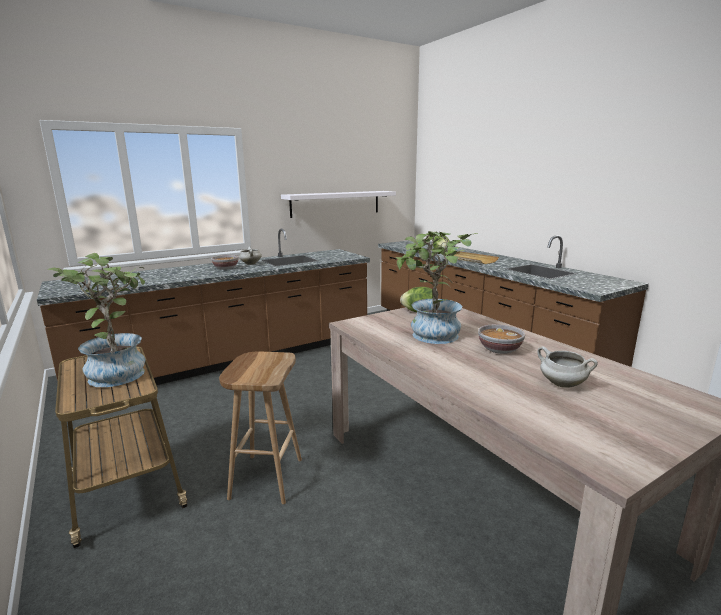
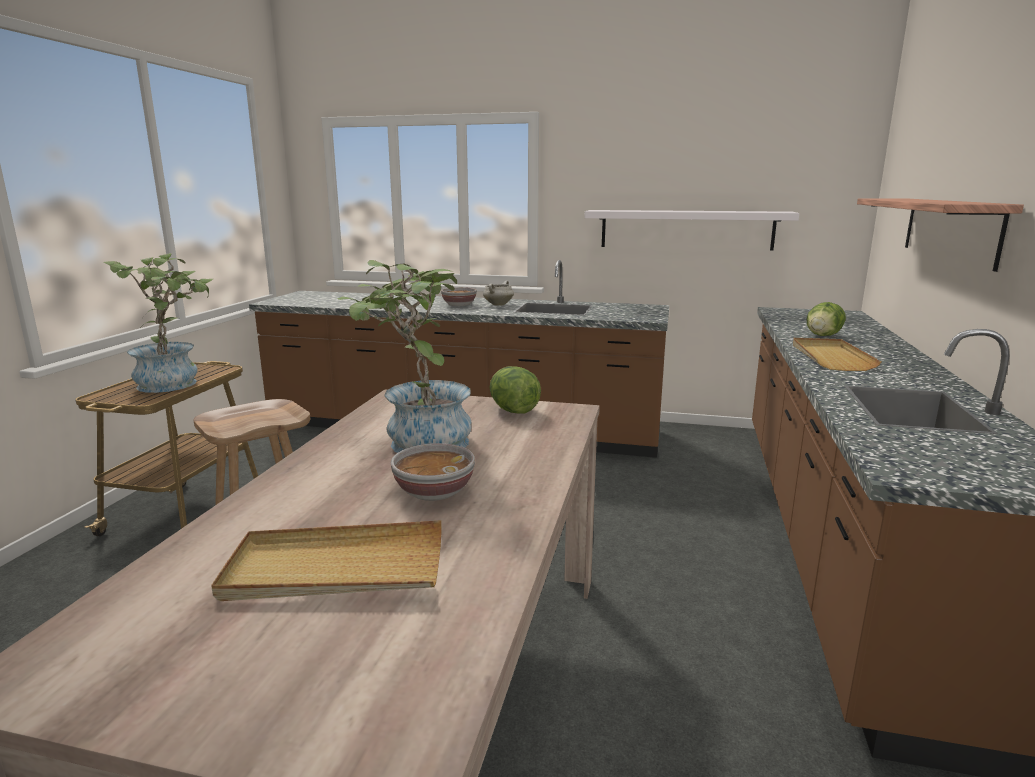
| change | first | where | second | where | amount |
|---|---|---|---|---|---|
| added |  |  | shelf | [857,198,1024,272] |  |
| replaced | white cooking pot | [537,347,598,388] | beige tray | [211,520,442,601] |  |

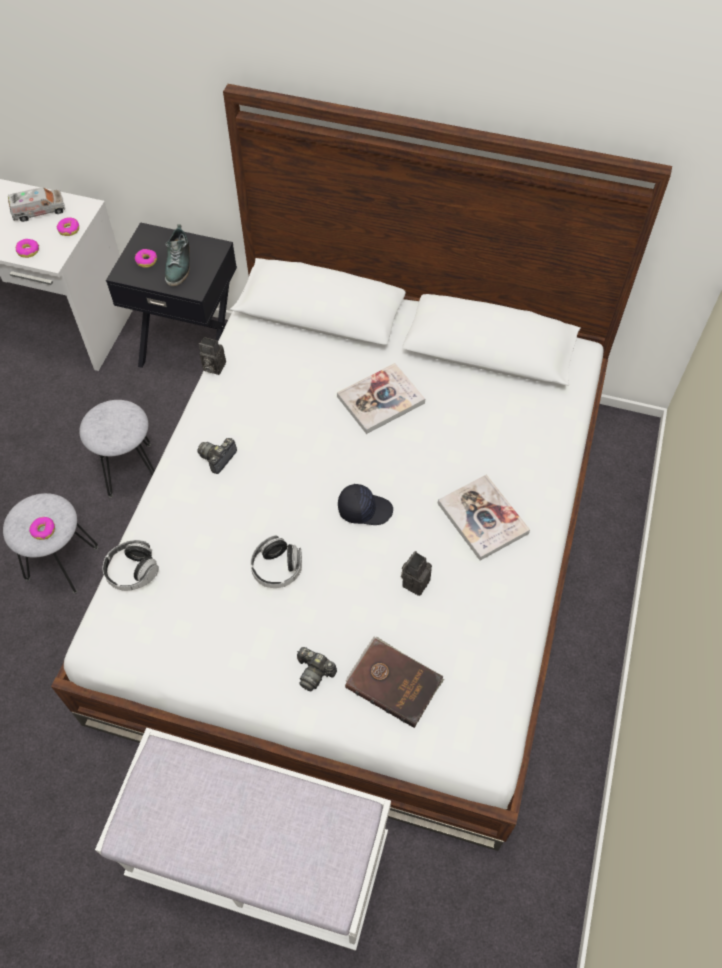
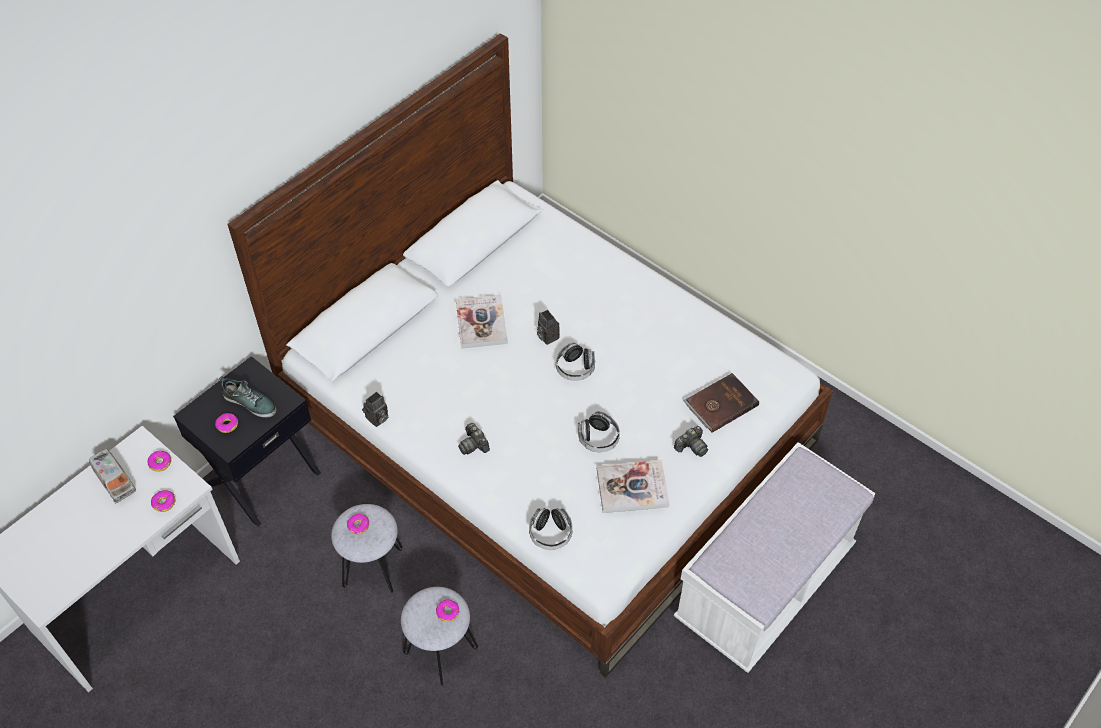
| change | first | where | second | where | amount |
|---|---|---|---|---|---|
| added |  |  | donut | [347,514,369,534] |  |
| moved | photo camera | [401,551,432,596] |  | [537,310,560,345] |  |
| moved | book | [438,475,530,560] |  | [597,460,669,513] |  |
| replaced | black cap | [338,484,393,525] | headphones | [556,343,595,381] |  |
| turned | toy truck | [8,187,65,222] |  | [89,449,136,503] | 135 degrees clockwise |

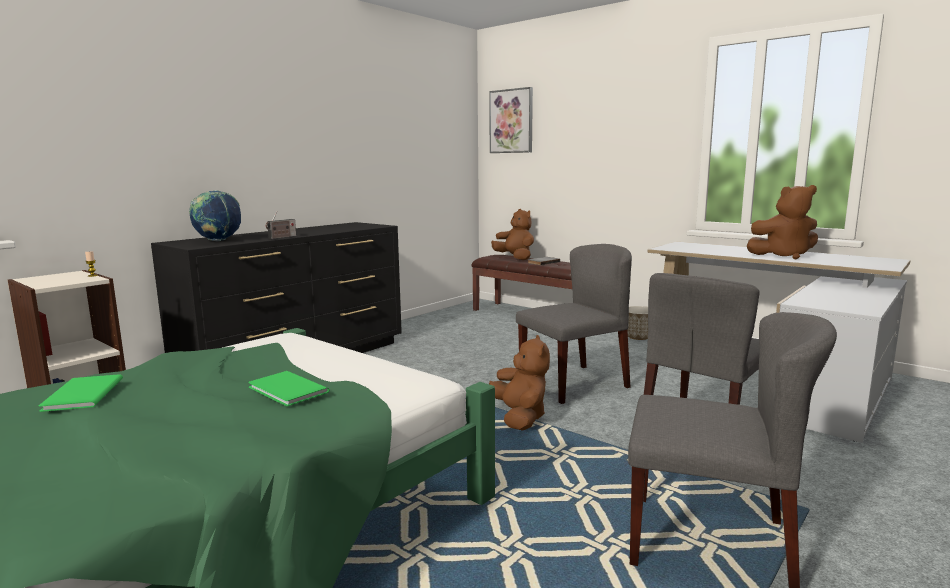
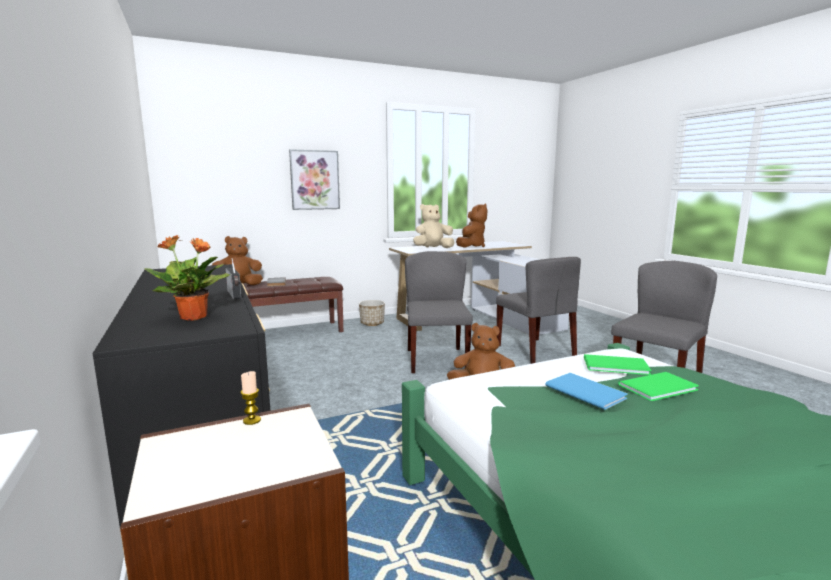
| change | first | where | second | where | amount |
|---|---|---|---|---|---|
| added |  |  | beige plush toy | [413,204,454,248] |  |
| added |  |  | blue book | [546,373,628,410] |  |
| moved | green book | [39,374,123,412] |  | [584,354,652,375] |  |
| moved | picture | [489,87,533,153] |  | [289,149,340,210] |  |
| replaced | globe | [189,190,241,241] | potted plant | [145,235,230,321] |  |

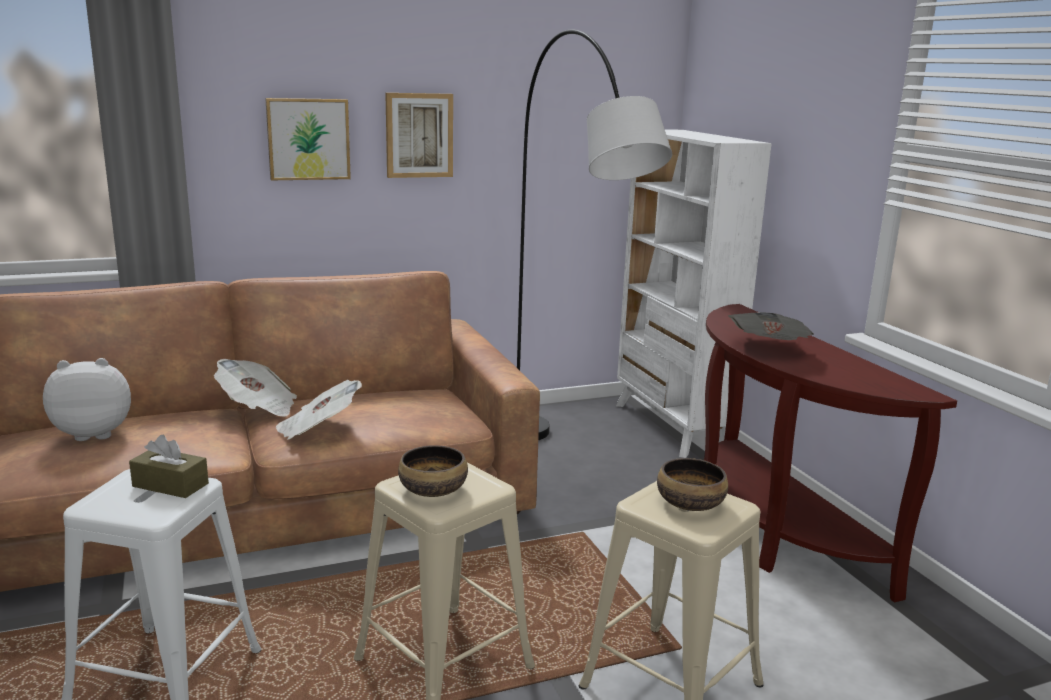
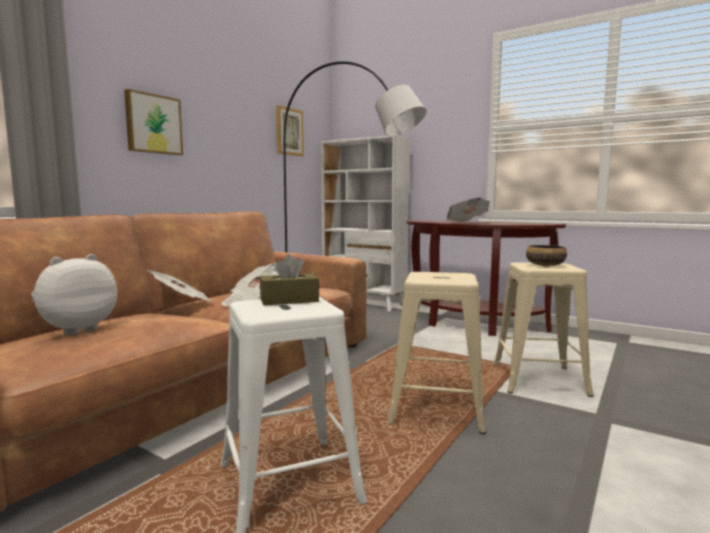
| change | first | where | second | where | amount |
|---|---|---|---|---|---|
| removed | bowl | [398,445,468,497] |  |  |  |
| moved | picture | [385,93,453,178] |  | [276,105,304,156] |  |

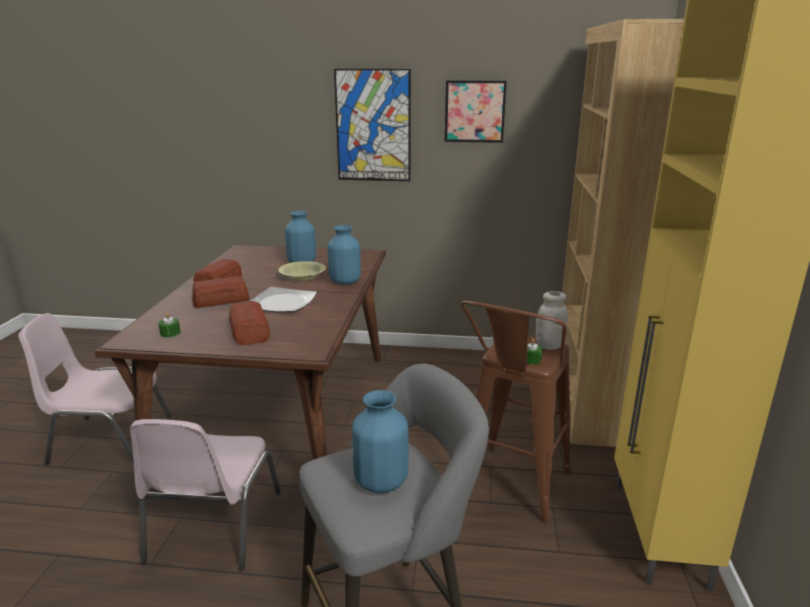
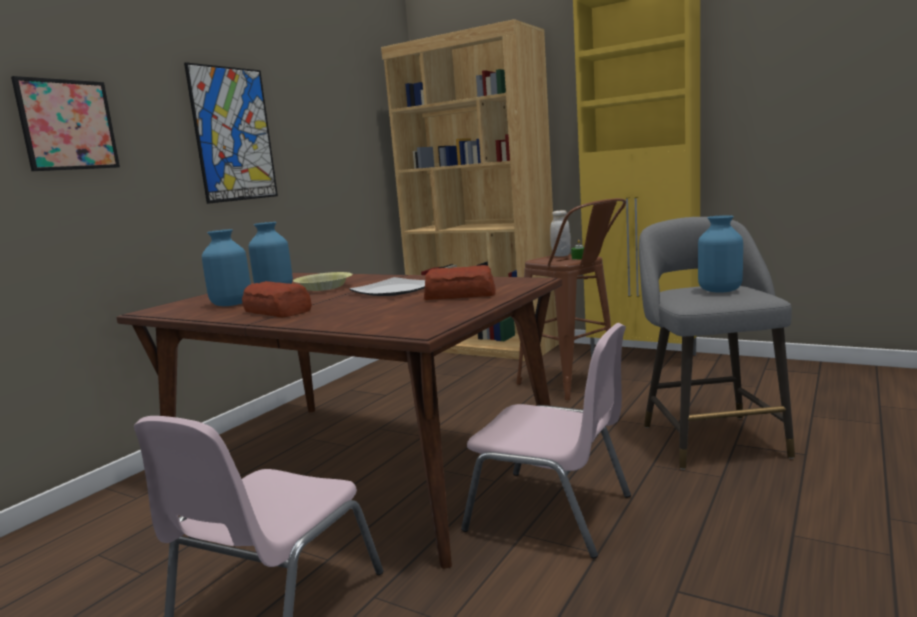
| change | first | where | second | where | amount |
|---|---|---|---|---|---|
| removed | green candle | [158,312,180,337] |  |  |  |
| removed | bread | [192,276,250,308] |  |  |  |
| moved | blue vase | [327,225,361,285] |  | [202,229,251,306] |  |
| moved | picture | [445,80,507,143] |  | [11,76,120,171] |  |

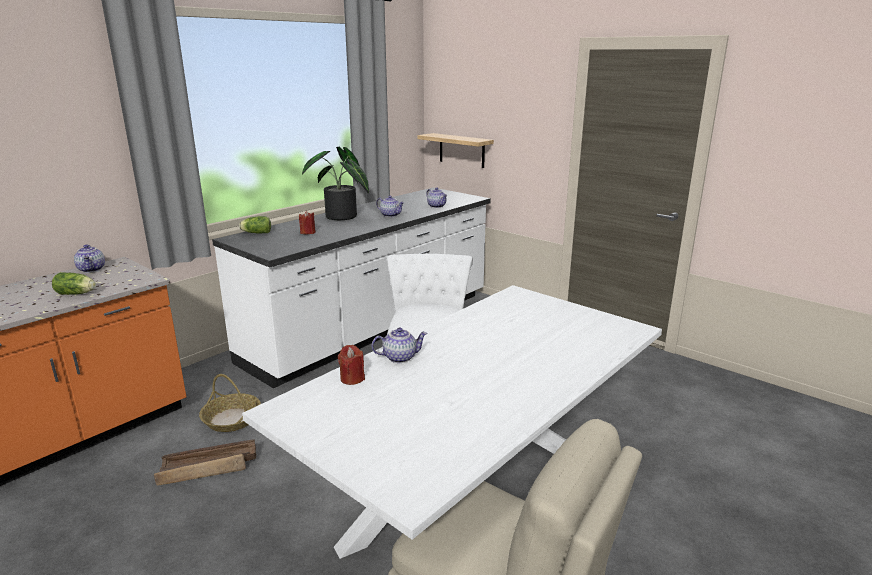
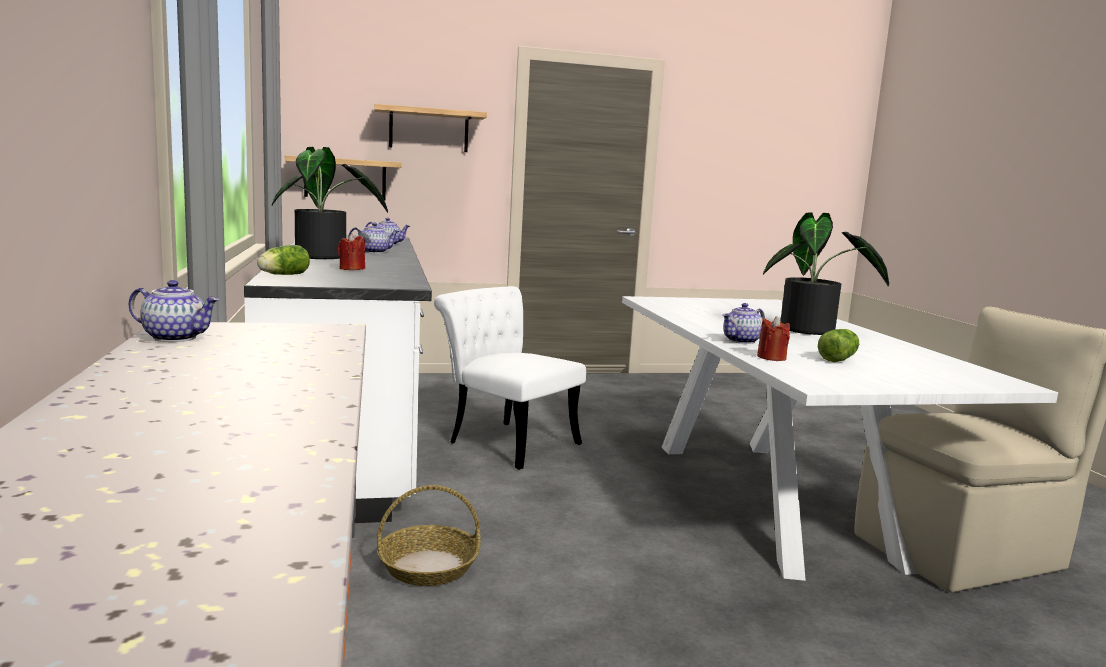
| change | first | where | second | where | amount |
|---|---|---|---|---|---|
| removed | crate | [154,439,256,486] |  |  |  |
| added |  |  | shelf | [374,104,487,152] |  |
| added |  |  | potted plant | [763,212,889,335] |  |
| moved | lettuce | [52,272,96,295] |  | [818,329,859,362] |  |
| turned | teapot | [371,327,428,363] |  | [723,303,765,344] | 150 degrees counterclockwise |

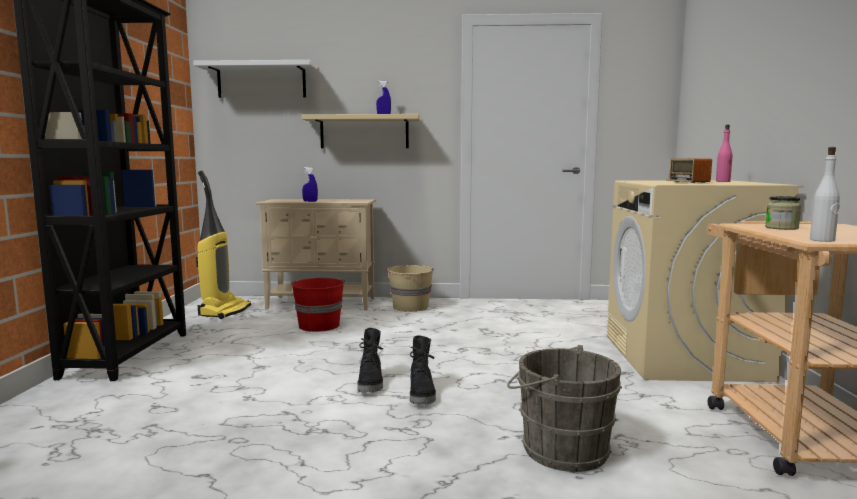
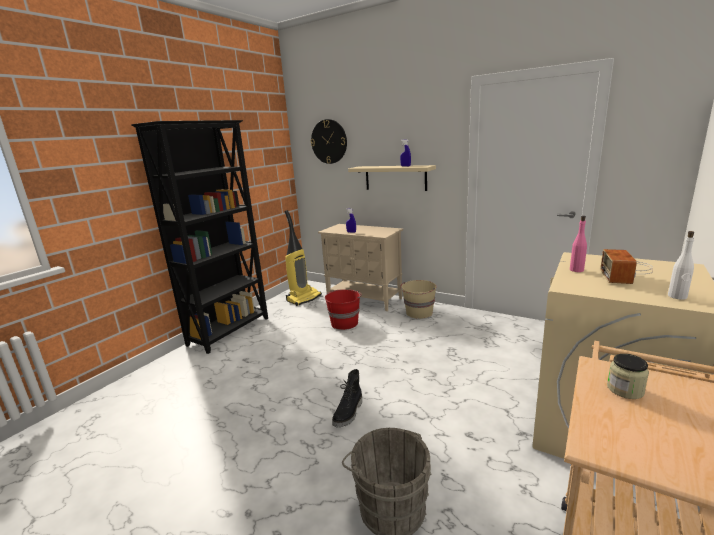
| change | first | where | second | where | amount |
|---|---|---|---|---|---|
| removed | black boot | [357,328,383,393] |  |  |  |
| moved | pink bottle | [716,125,732,182] |  | [570,216,587,272] |  |
| moved | white bottle | [810,147,840,242] |  | [668,231,694,300] |  |
| replaced | white shelf | [193,60,317,98] | wall clock | [311,119,347,164] |  |

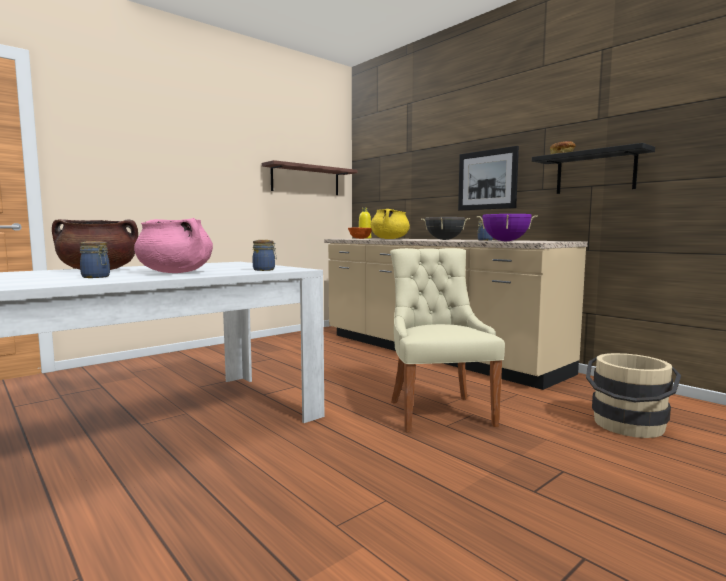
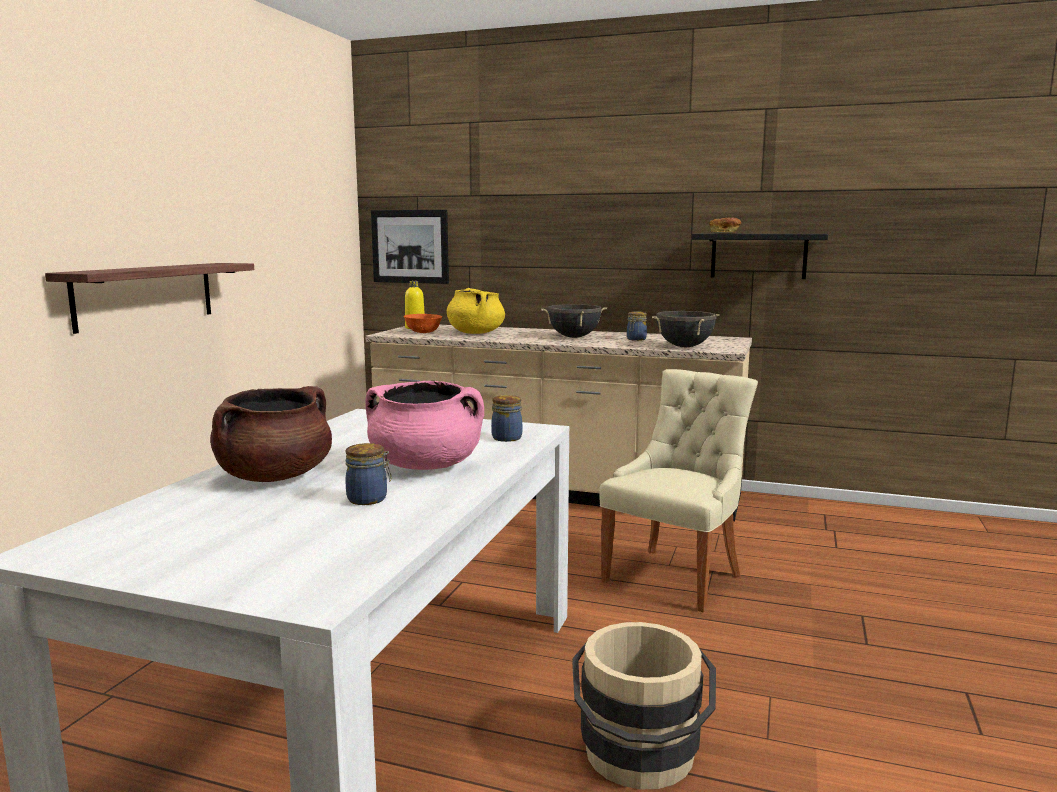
| change | first | where | second | where | amount |
|---|---|---|---|---|---|
| moved | shelf | [262,160,358,195] |  | [45,263,254,334] |  |
| moved | picture | [458,146,519,211] |  | [371,210,449,284] |  |
| moved | beige bucket | [586,353,681,438] |  | [572,622,716,789] |  |
| recoloured | purple cooking pot | [477,214,538,241] | black cooking pot | [652,311,720,347] |  |
| turned | beige chair | [390,248,505,432] |  | [599,369,758,612] | 75 degrees clockwise |

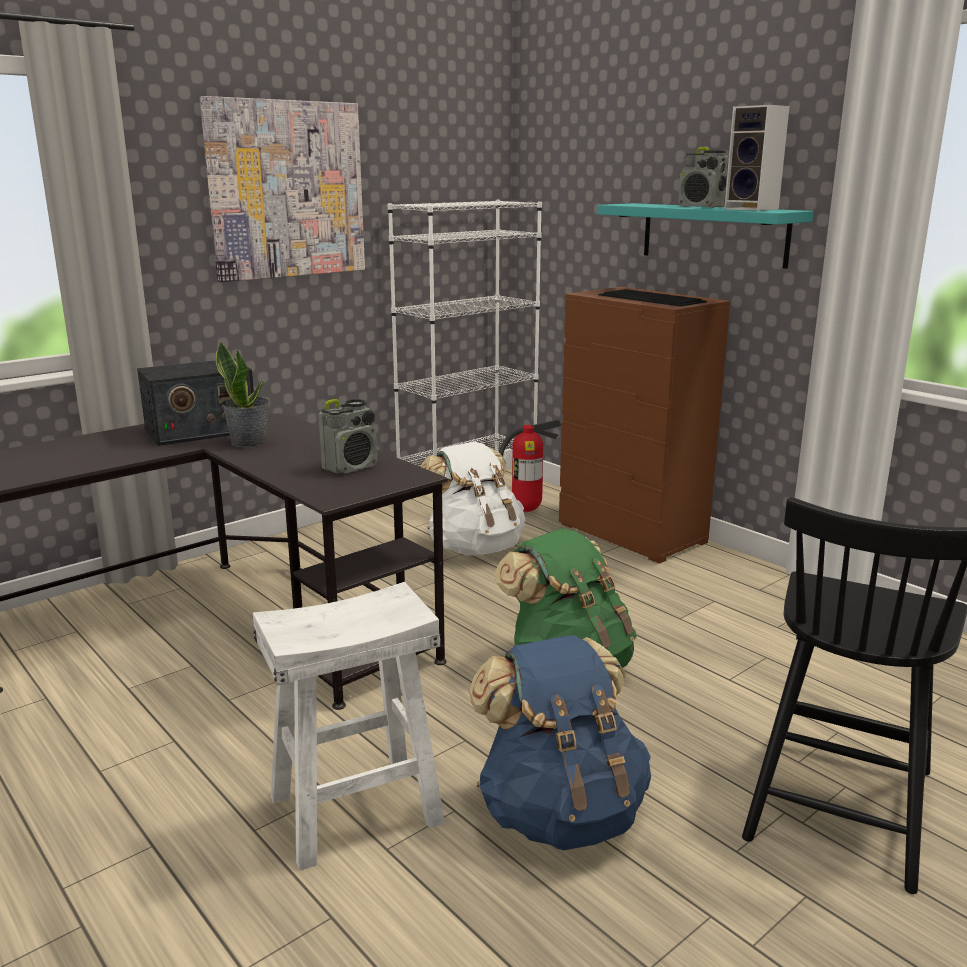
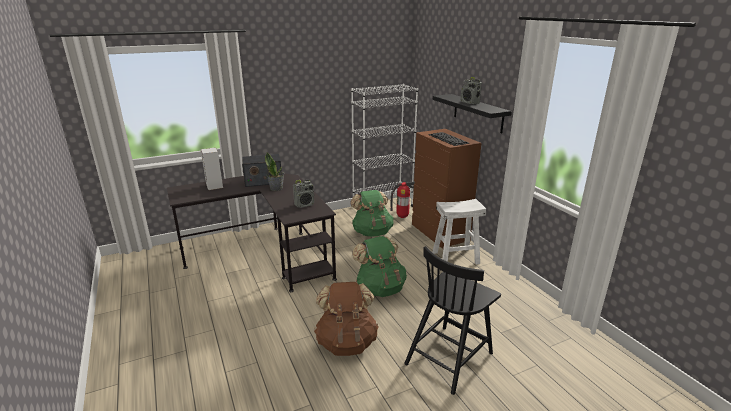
| change | first | where | second | where | amount |
|---|---|---|---|---|---|
| removed | picture | [200,96,365,282] |  |  |  |
| moved | white stool | [253,582,445,871] |  | [432,199,486,265] |  |
| moved | speaker | [724,105,790,211] |  | [201,147,223,190] |  |
| recoloured | white backpack | [420,442,525,556] | green backpack | [350,190,393,237] |  |
| recoloured | blue backpack | [469,635,651,850] | brown backpack | [314,282,379,356] |  |
| recoloured | turquoise shelf | [598,203,813,269] | black shelf | [433,94,512,134] |  |

